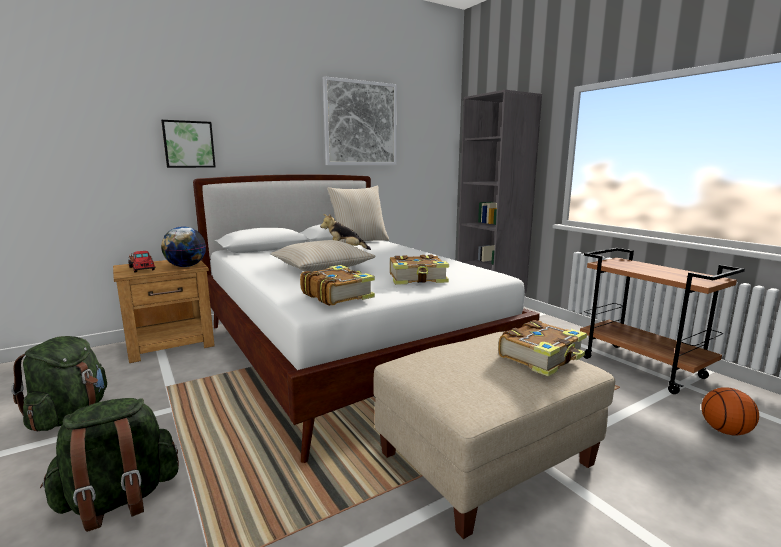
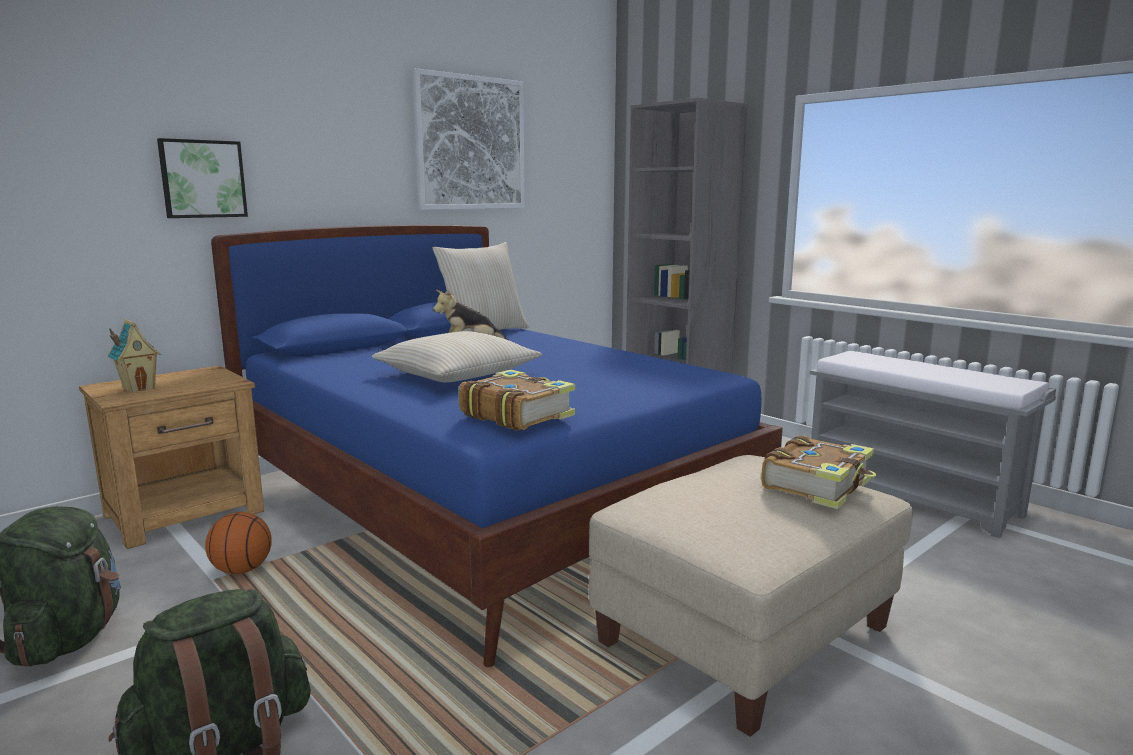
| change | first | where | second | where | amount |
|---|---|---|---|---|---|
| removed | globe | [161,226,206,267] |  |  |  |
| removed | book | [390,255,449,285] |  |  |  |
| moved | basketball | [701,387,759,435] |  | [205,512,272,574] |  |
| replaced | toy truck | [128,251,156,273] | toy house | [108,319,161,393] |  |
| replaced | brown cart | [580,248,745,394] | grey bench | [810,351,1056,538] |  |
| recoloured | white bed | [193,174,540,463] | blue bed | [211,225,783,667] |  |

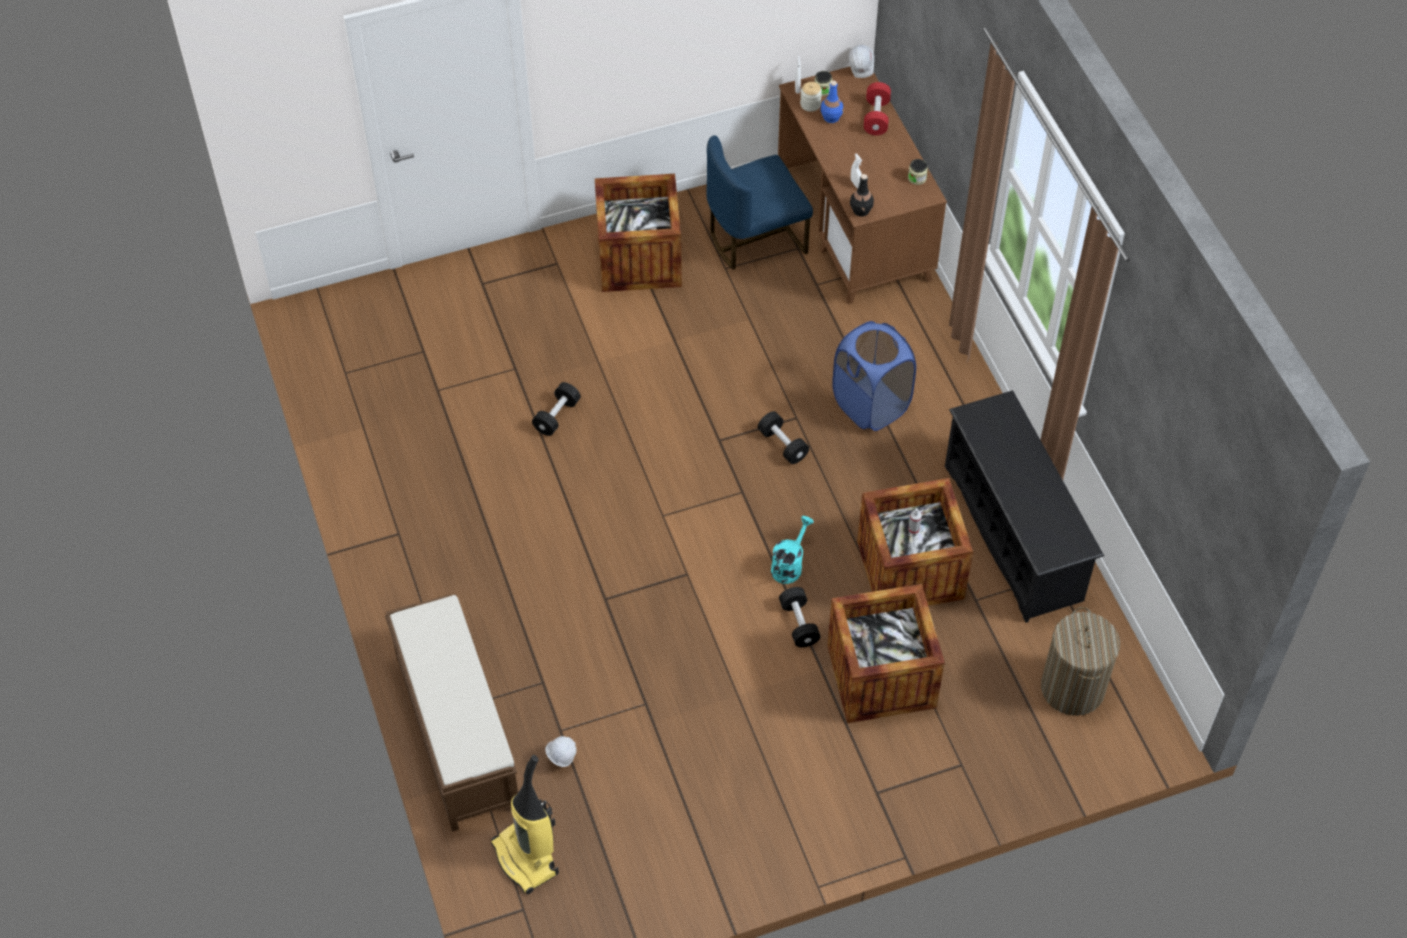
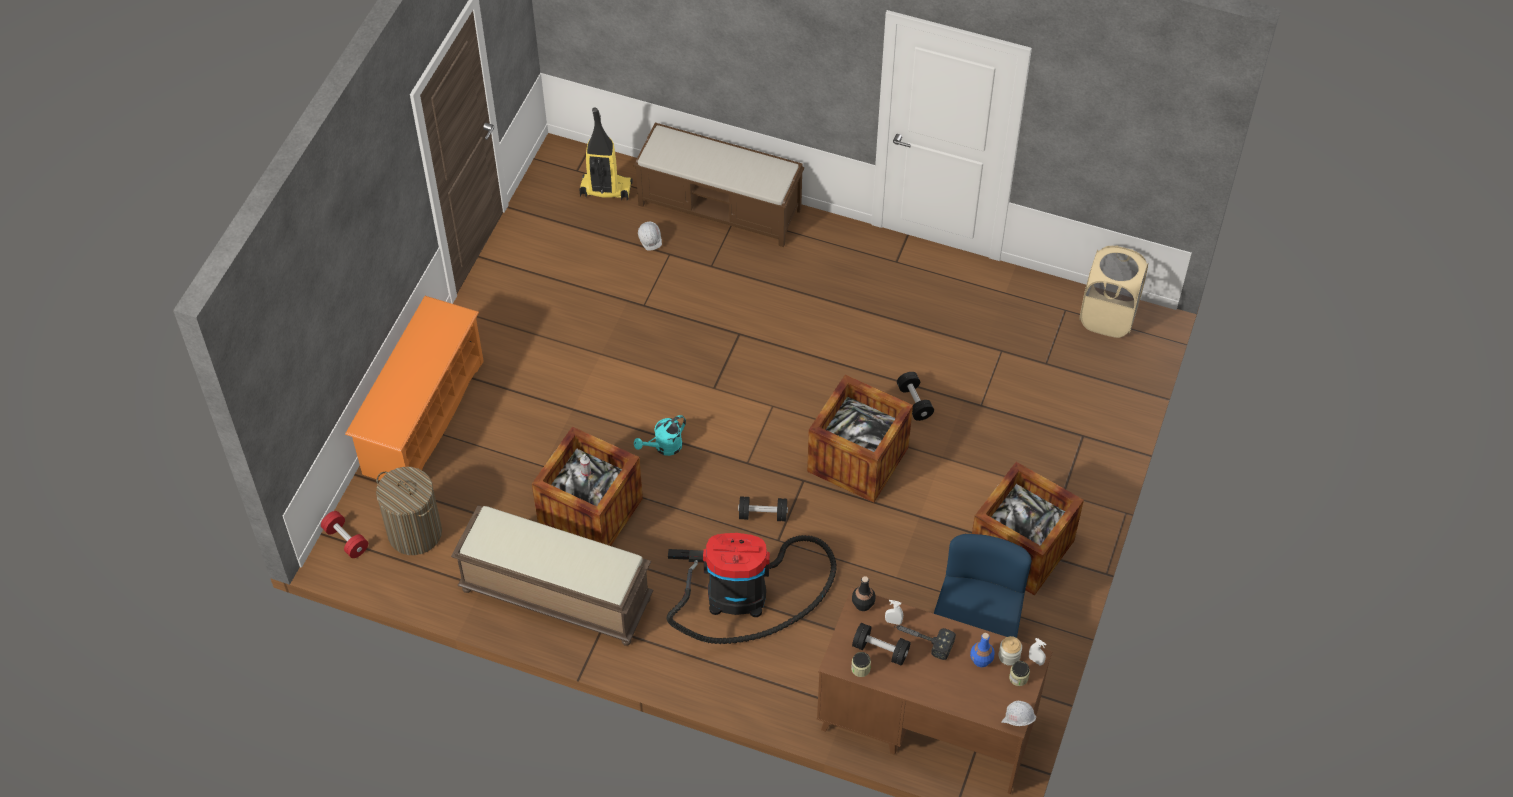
| change | first | where | second | where | amount |
|---|---|---|---|---|---|
| added |  |  | orange shoe rack | [345,296,484,480] |  |
| added |  |  | hammer | [894,625,956,660] |  |
| added |  |  | beige laundry basket | [1079,246,1148,338] |  |
| moved | black dumbbell | [779,587,821,647] |  | [852,623,911,666] |  |
| moved | crate | [827,584,945,723] |  | [807,375,913,503] |  |
| moved | red dumbbell | [864,82,891,135] |  | [321,511,368,558] |  |
| replaced | blue laundry basket | [832,321,916,431] | vacuum cleaner | [666,533,837,644] |  |
| replaced | black shoe rack | [945,390,1104,623] | brown bench | [451,505,653,646] |  |
| turned | turquoise watering can | [771,516,813,584] |  | [634,415,686,456] | 75 degrees clockwise |

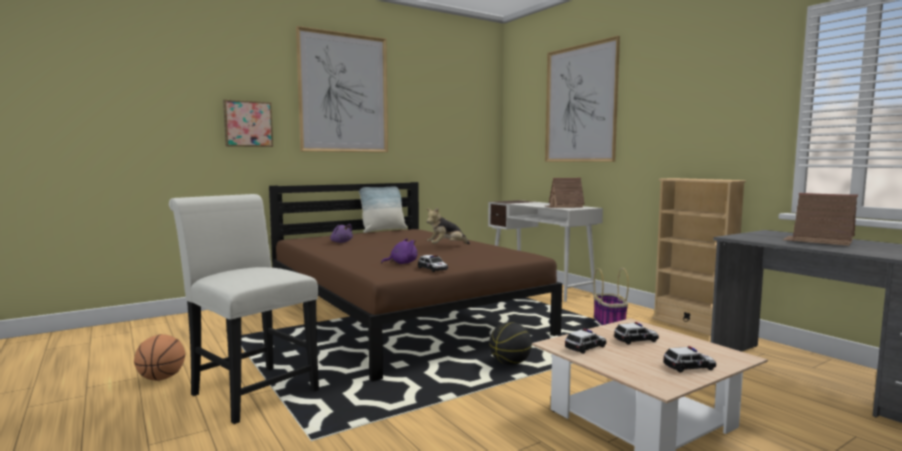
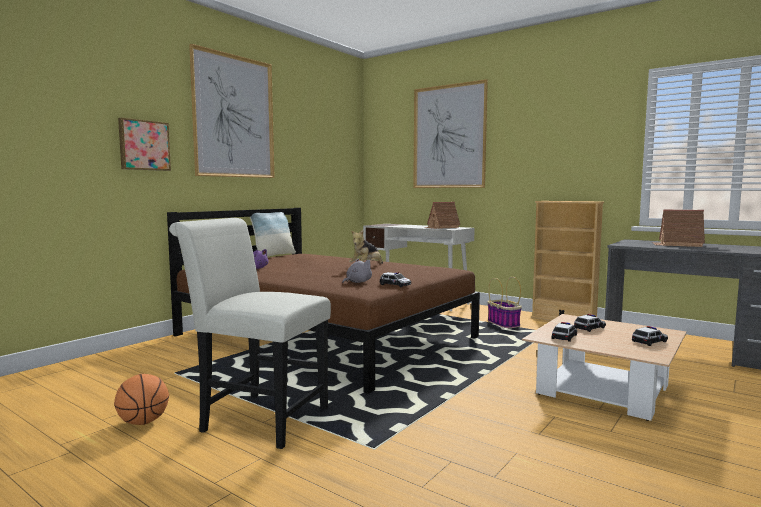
| change | first | where | second | where | amount |
|---|---|---|---|---|---|
| removed | basketball | [489,322,532,365] |  |  |  |
| recoloured | purple plush toy | [381,238,418,264] | grey plush toy | [342,258,372,283] |  |

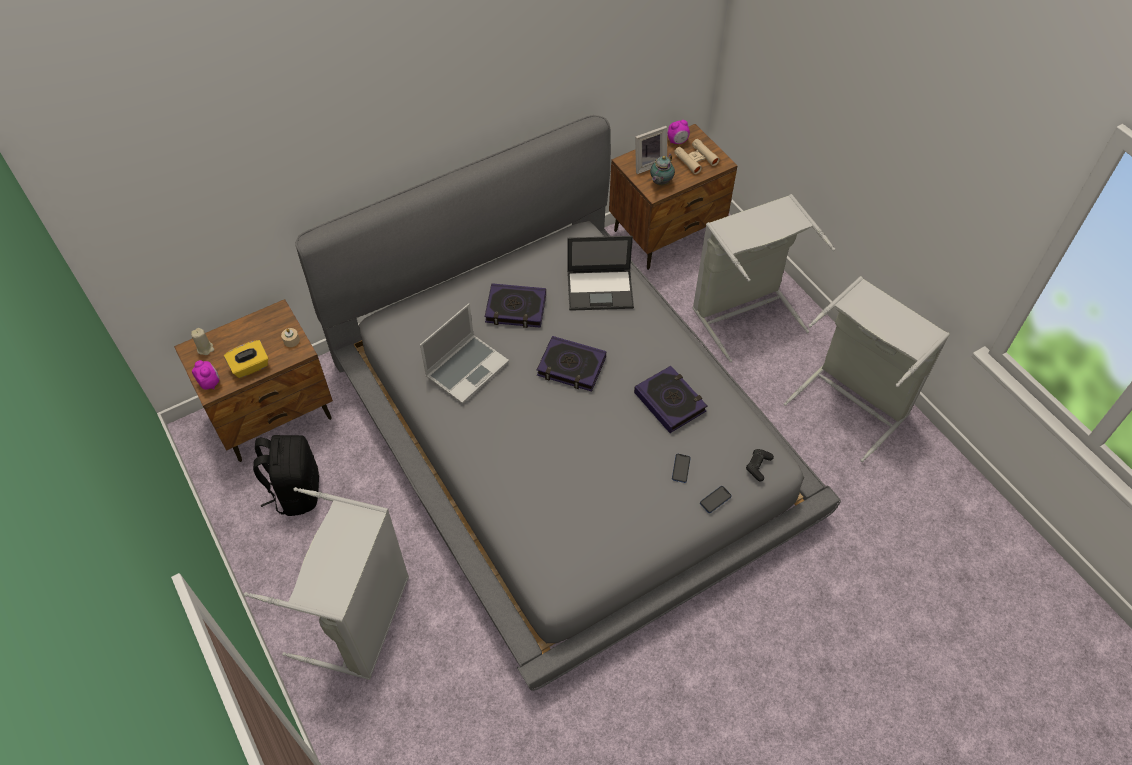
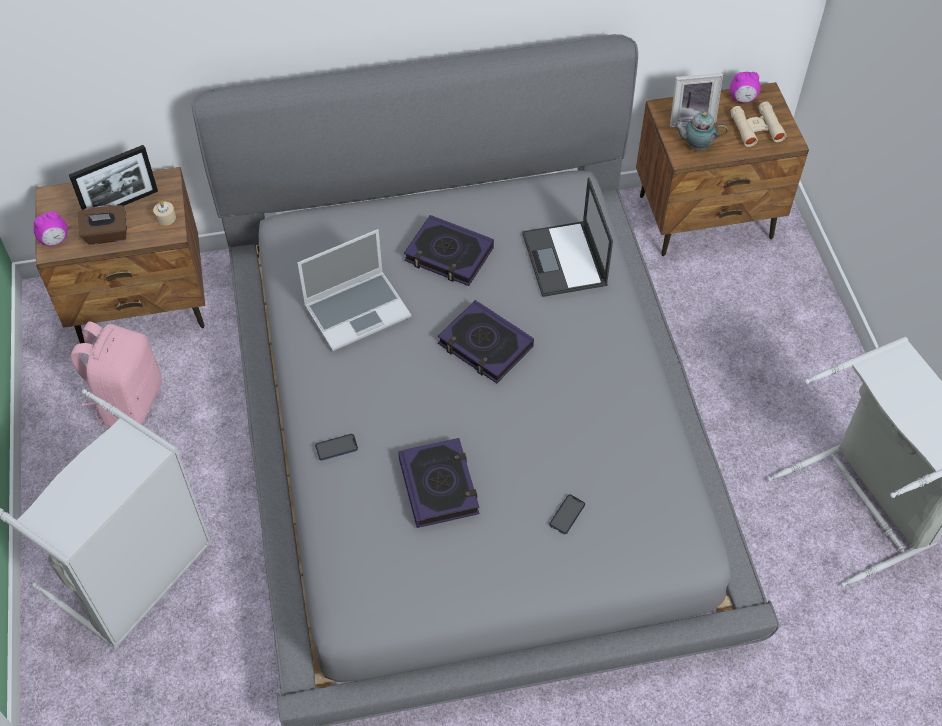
| change | first | where | second | where | amount |
|---|---|---|---|---|---|
| removed | beige candle | [191,328,214,355] |  |  |  |
| removed | grey laundry basket | [692,194,836,362] |  |  |  |
| removed | black game controller | [746,449,774,481] |  |  |  |
| added |  |  | picture frame | [69,145,158,210] |  |
| moved | book | [634,366,707,433] |  | [398,438,479,528] |  |
| moved | phone | [700,486,732,513] |  | [315,434,358,461] |  |
| recoloured | yellow tissue box | [224,340,268,378] | brown tissue box | [78,205,127,245] |  |
| recoloured | black backpack | [253,435,319,516] | pink backpack | [71,321,162,427] |  |
| turned | alarm clock | [192,360,219,390] |  | [33,211,68,246] | 75 degrees clockwise |
| turned | laptop | [567,236,634,311] |  | [522,177,613,297] | 60 degrees clockwise |
| turned | teapot | [650,154,675,186] |  | [673,112,728,151] | 45 degrees clockwise |

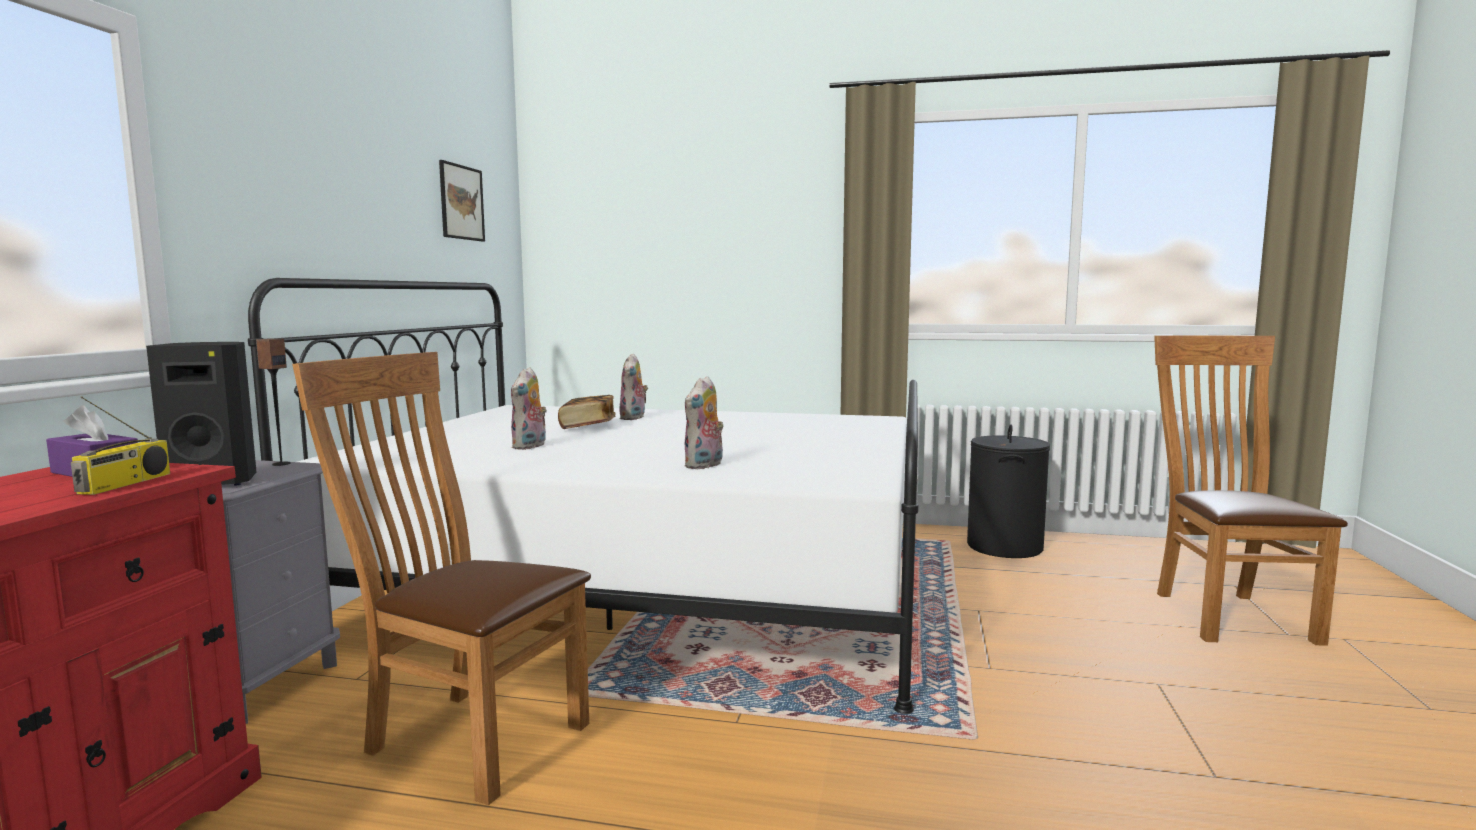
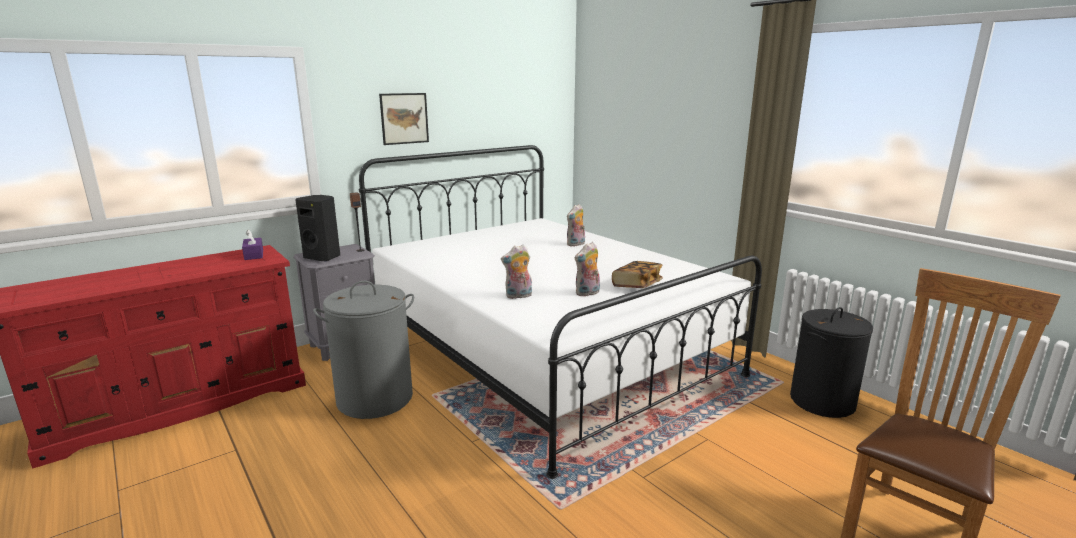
| change | first | where | second | where | amount |
|---|---|---|---|---|---|
| removed | radio | [71,396,170,495] |  |  |  |
| moved | picture | [439,160,485,241] |  | [379,93,429,145] |  |
| moved | plush toy | [511,367,547,450] |  | [575,242,602,296] |  |
| moved | book | [558,395,616,429] |  | [612,261,663,288] |  |
| replaced | brown chair | [292,352,591,805] | grey laundry basket | [313,281,414,419] |  |

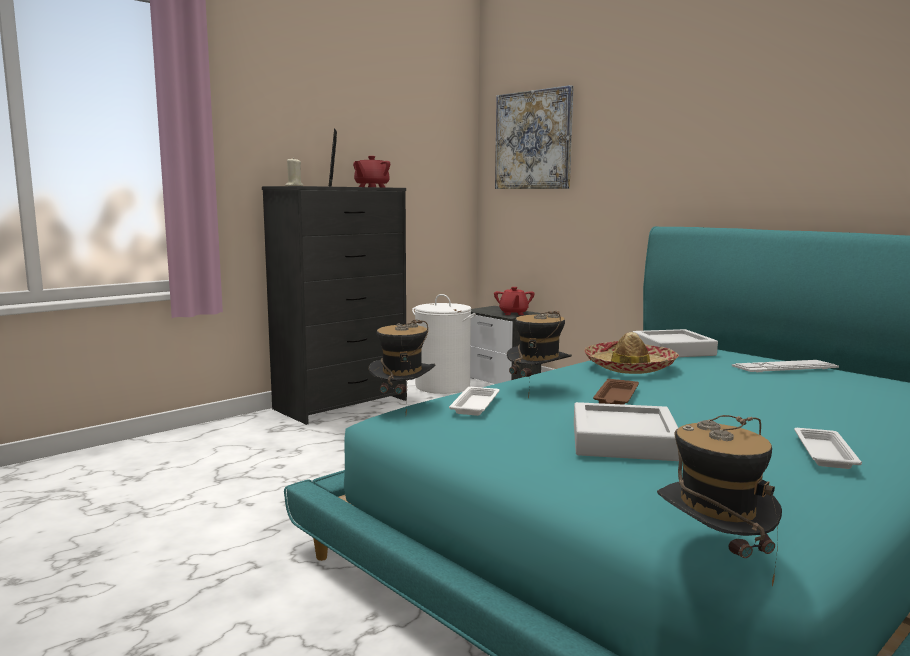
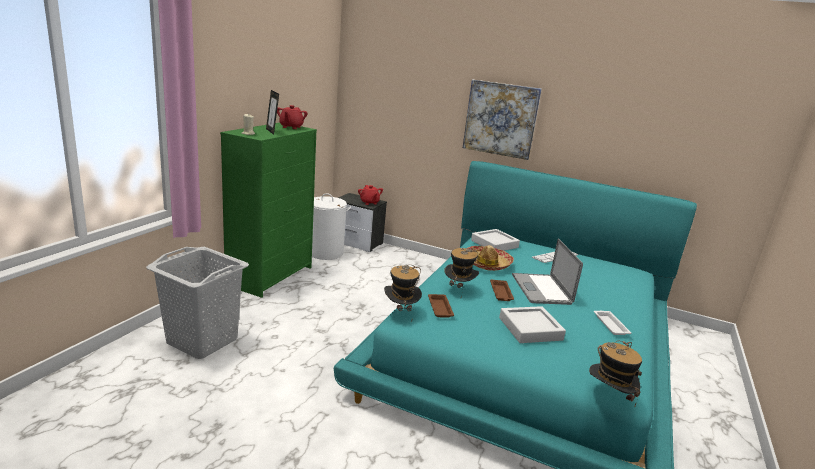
| change | first | where | second | where | amount |
|---|---|---|---|---|---|
| added |  |  | grey laundry basket | [146,247,249,359] |  |
| added |  |  | laptop | [512,238,583,305] |  |
| moved | picture | [495,85,574,189] |  | [463,80,542,160] |  |
| recoloured | black dresser | [262,186,407,425] | green dresser | [220,123,317,298] |  |
| recoloured | white tray | [449,387,500,416] | brown tray | [428,294,454,318] |  |

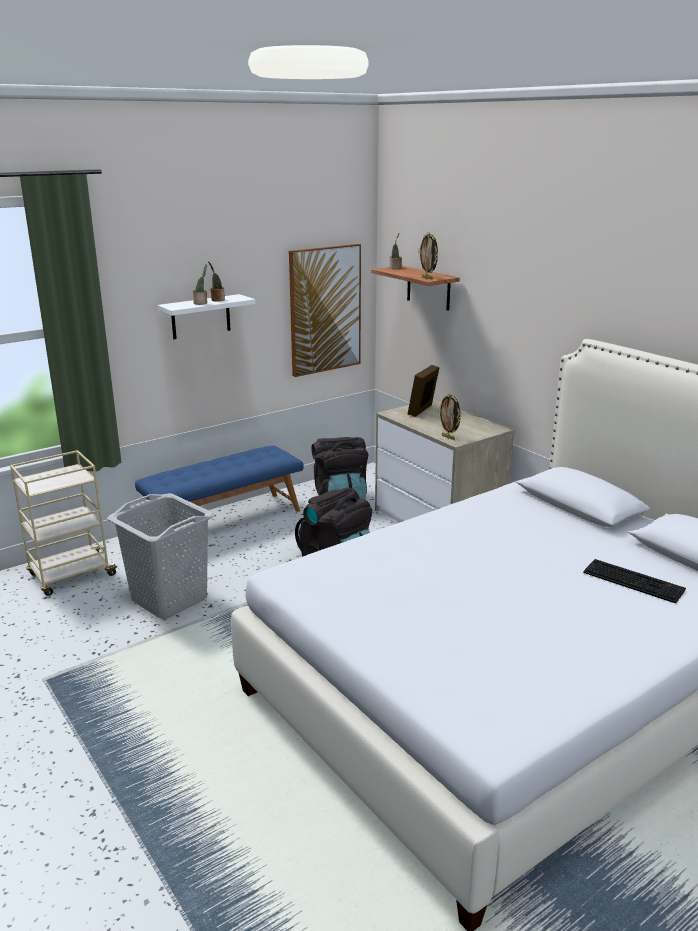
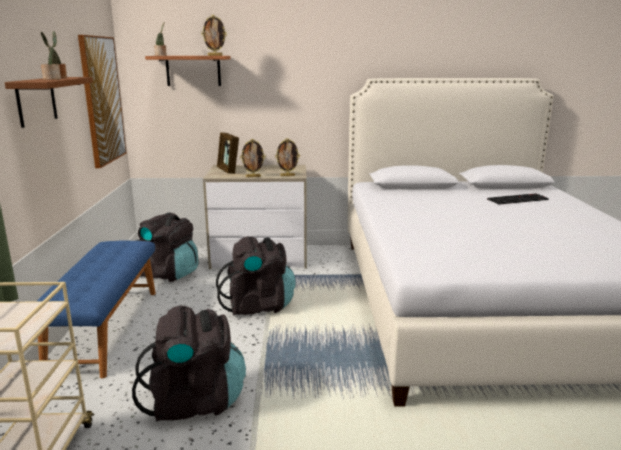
| change | first | where | second | where | amount |
|---|---|---|---|---|---|
| added |  |  | picture frame | [240,139,265,177] |  |
| replaced | grey laundry basket | [107,493,214,619] | black backpack | [132,306,246,422] |  |
| recoloured | white shelf | [157,294,255,339] | brown shelf | [4,77,93,128] |  |

